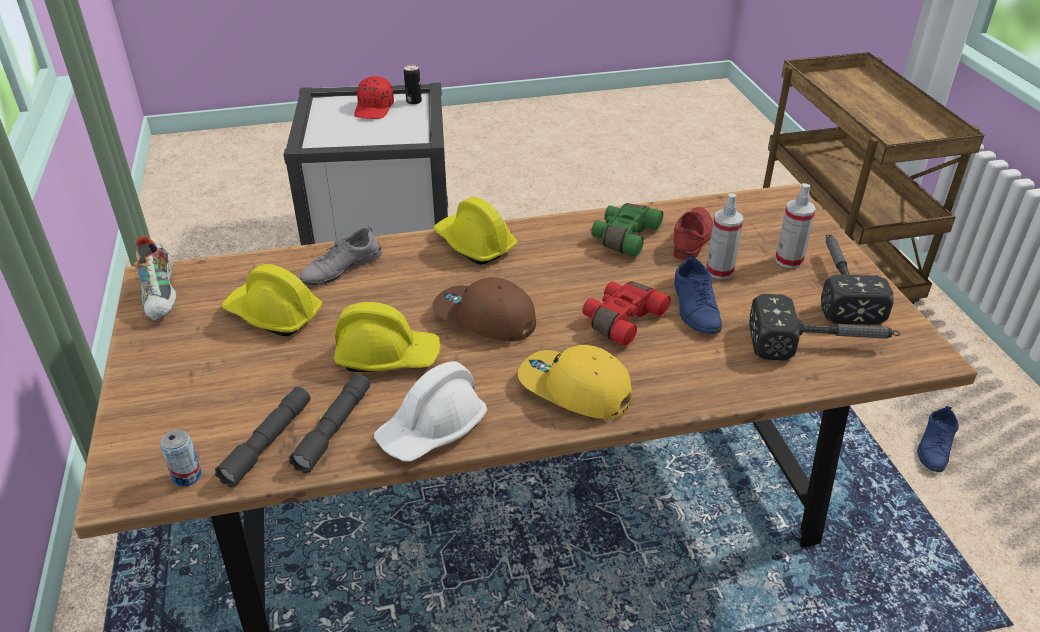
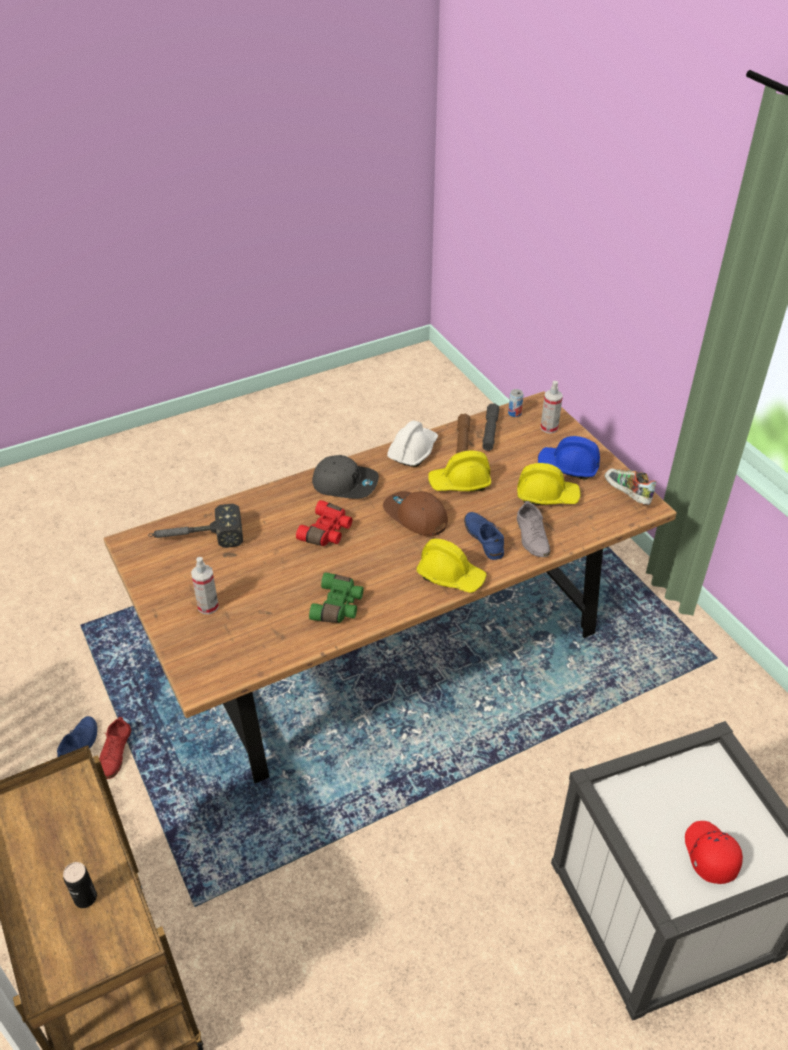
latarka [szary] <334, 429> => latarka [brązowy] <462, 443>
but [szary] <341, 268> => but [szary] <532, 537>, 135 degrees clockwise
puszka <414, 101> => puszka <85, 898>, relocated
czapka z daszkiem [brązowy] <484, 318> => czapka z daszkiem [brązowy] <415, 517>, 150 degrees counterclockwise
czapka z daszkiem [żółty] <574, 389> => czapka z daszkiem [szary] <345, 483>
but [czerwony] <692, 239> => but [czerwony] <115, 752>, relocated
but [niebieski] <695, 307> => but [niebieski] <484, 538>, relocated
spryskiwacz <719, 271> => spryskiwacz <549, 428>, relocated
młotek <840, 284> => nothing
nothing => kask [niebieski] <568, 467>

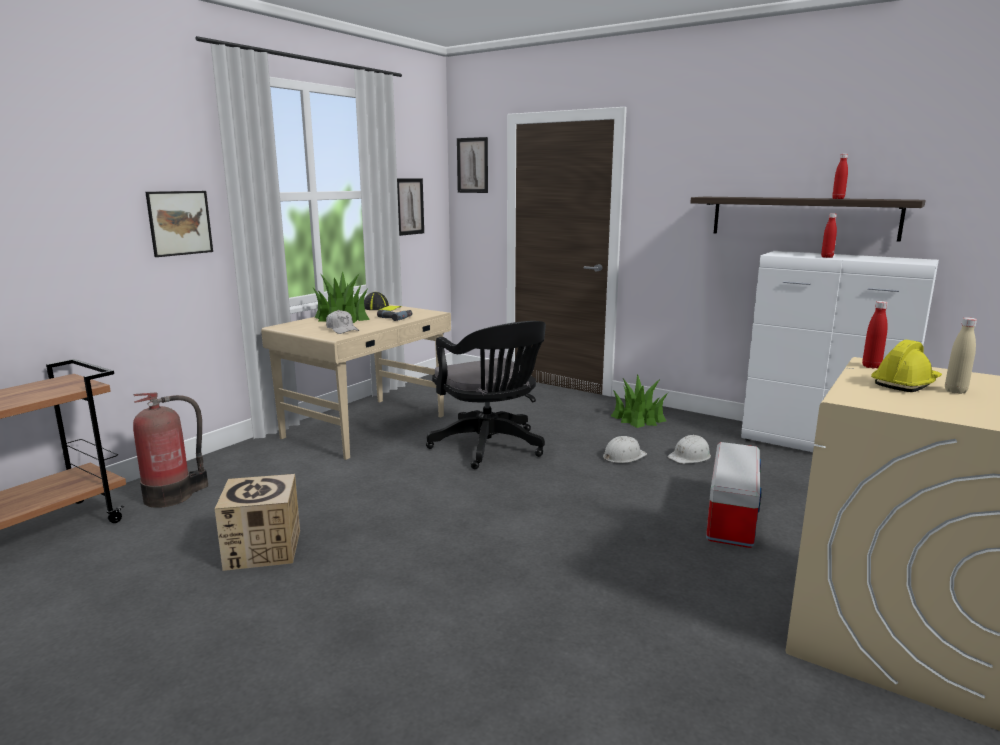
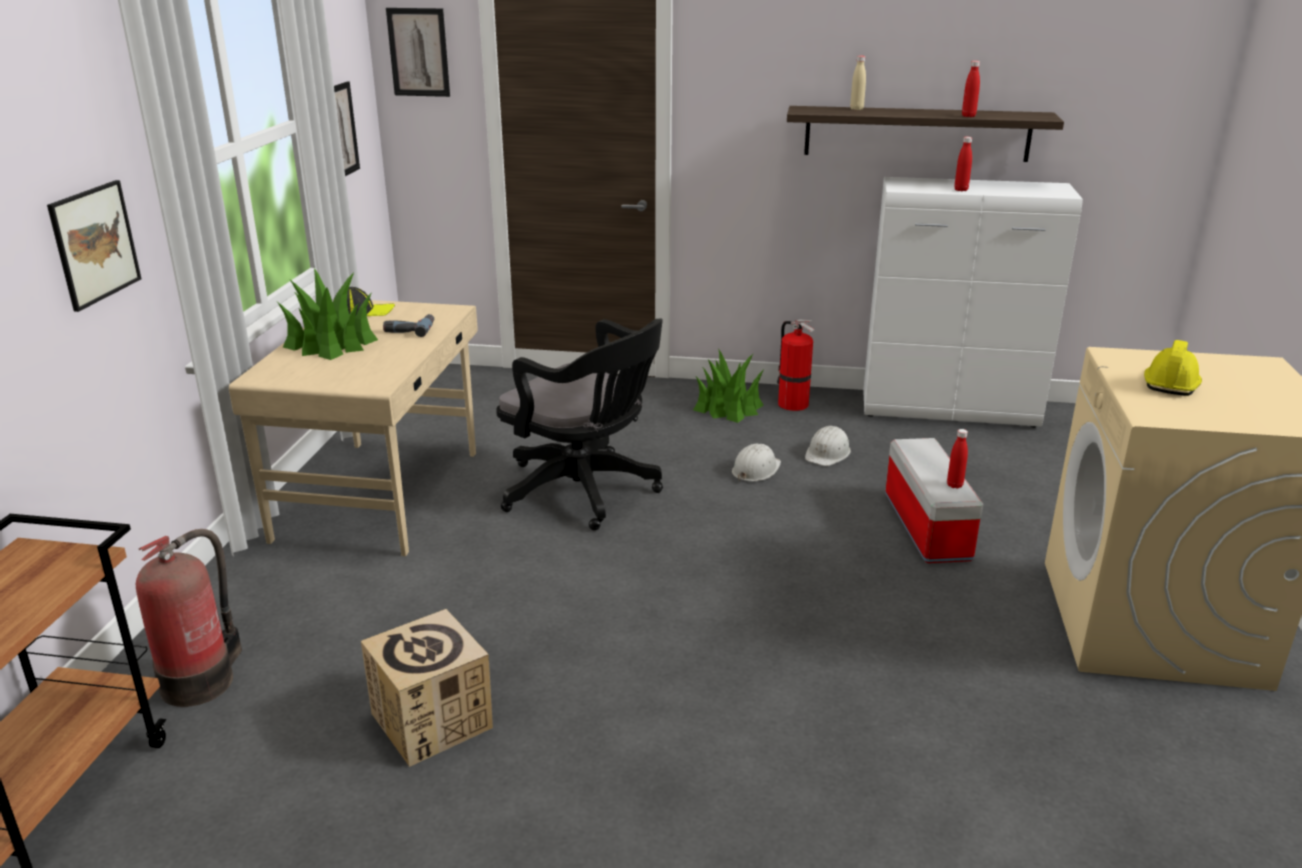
czapka z daszkiem [biały] <342, 329> => nothing
butelka [czerwony] <871, 366> => butelka [czerwony] <954, 485>, relocated
butelka [beżowy] <955, 391> => butelka [beżowy] <856, 109>, relocated
nothing => gaśnica <791, 403>

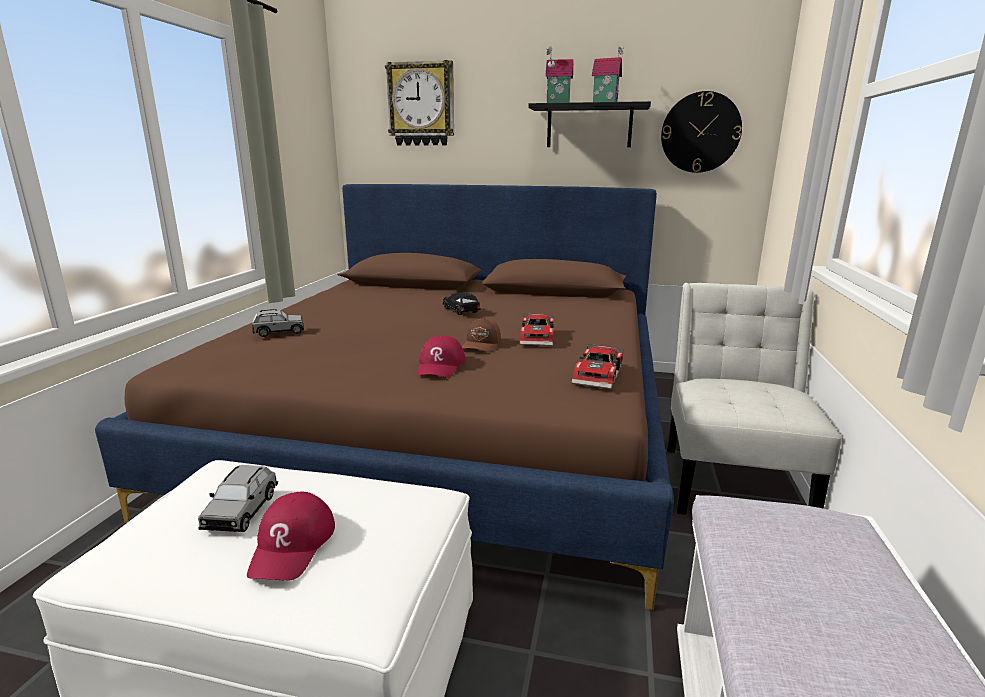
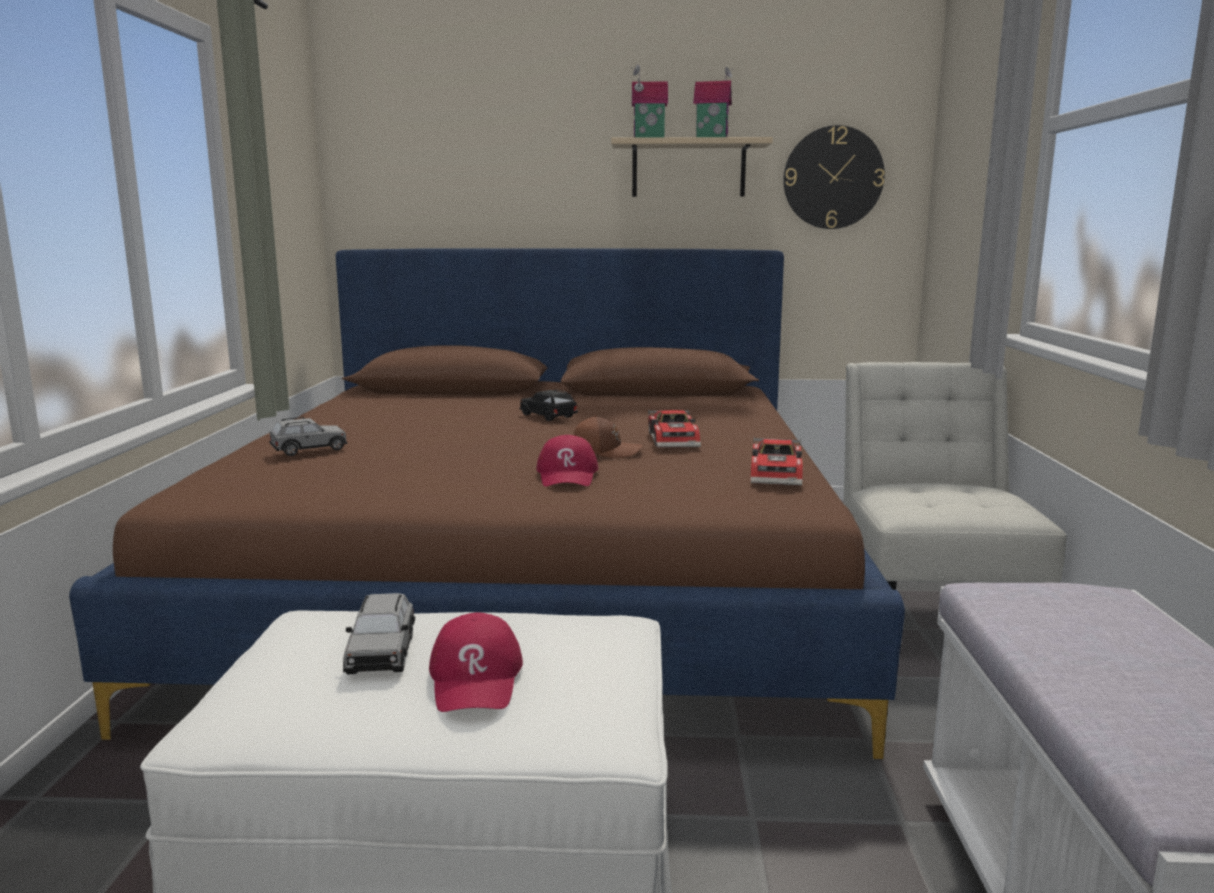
zegar ścienny <421, 104> => nothing
czapka z daszkiem [brązowy] <482, 345> => czapka z daszkiem [brązowy] <605, 451>, 90 degrees counterclockwise
półka [czarny] <589, 126> => półka [beżowy] <688, 169>

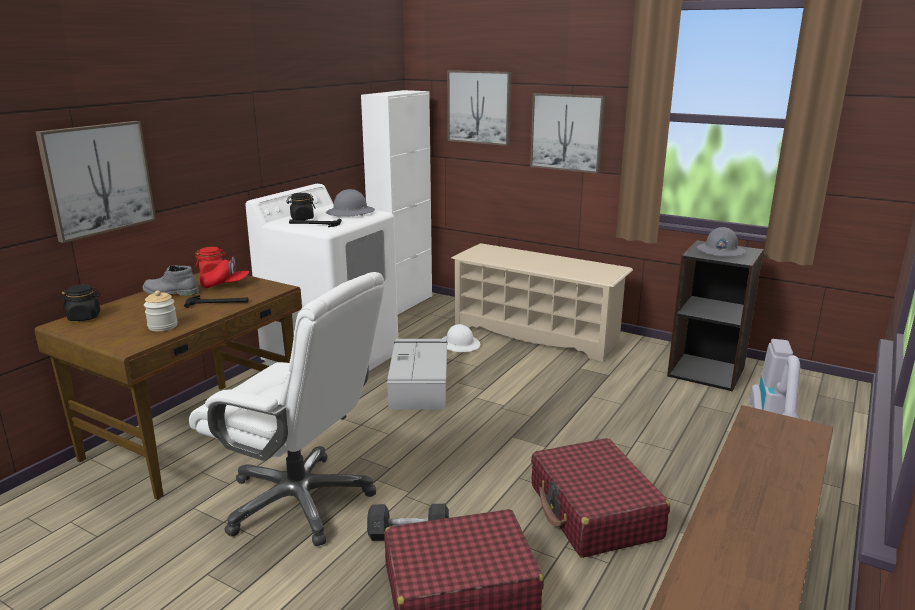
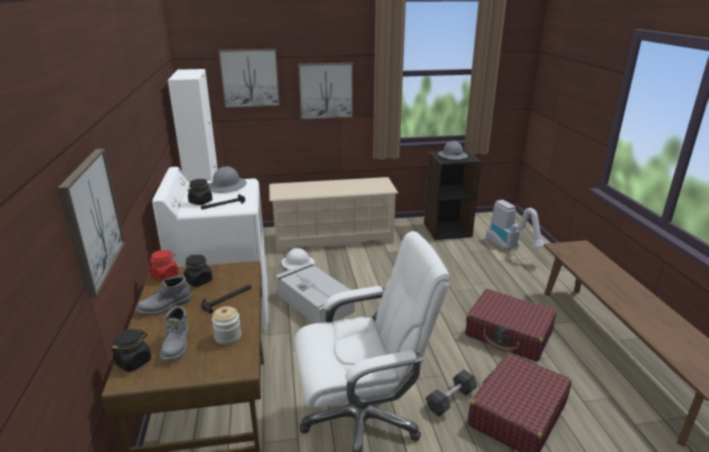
czapka z daszkiem [czerwony] <225, 285> => słoik [czarny] <199, 281>
nothing => but z cholewką [szary] <177, 345>

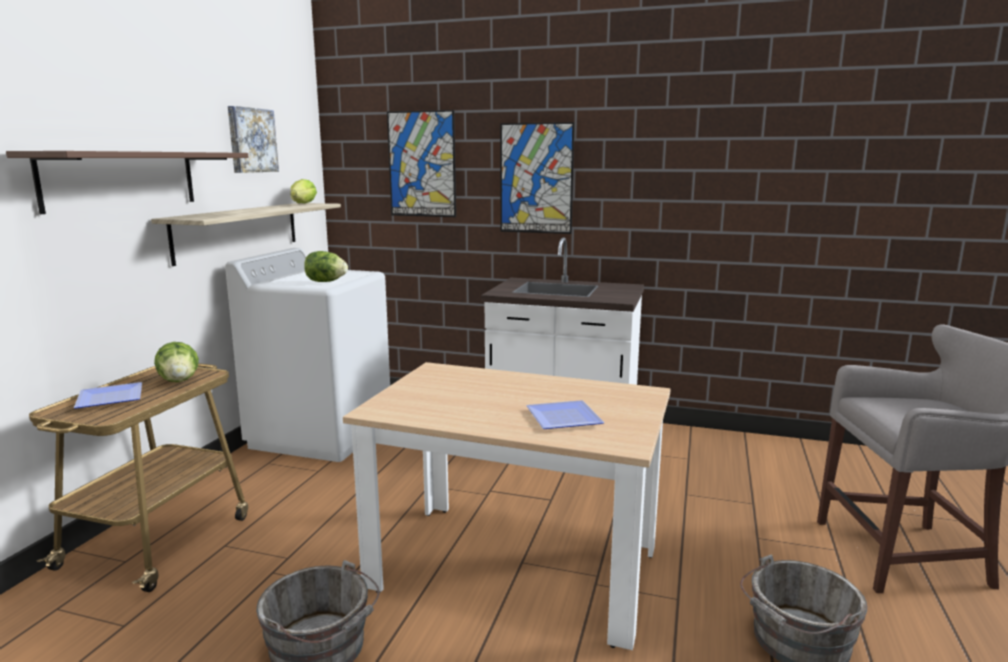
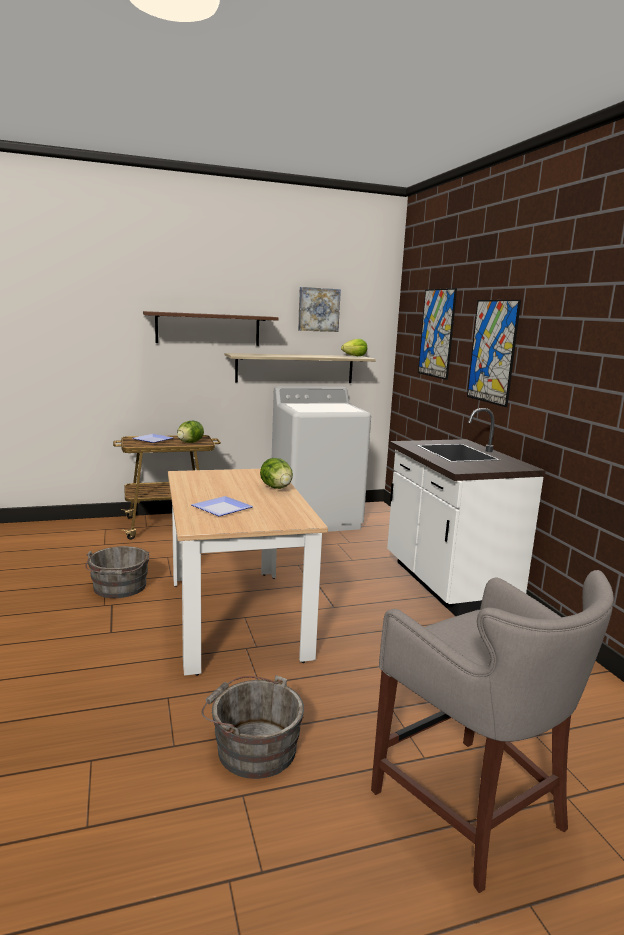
sałata <326, 282> => sałata <276, 488>, relocated

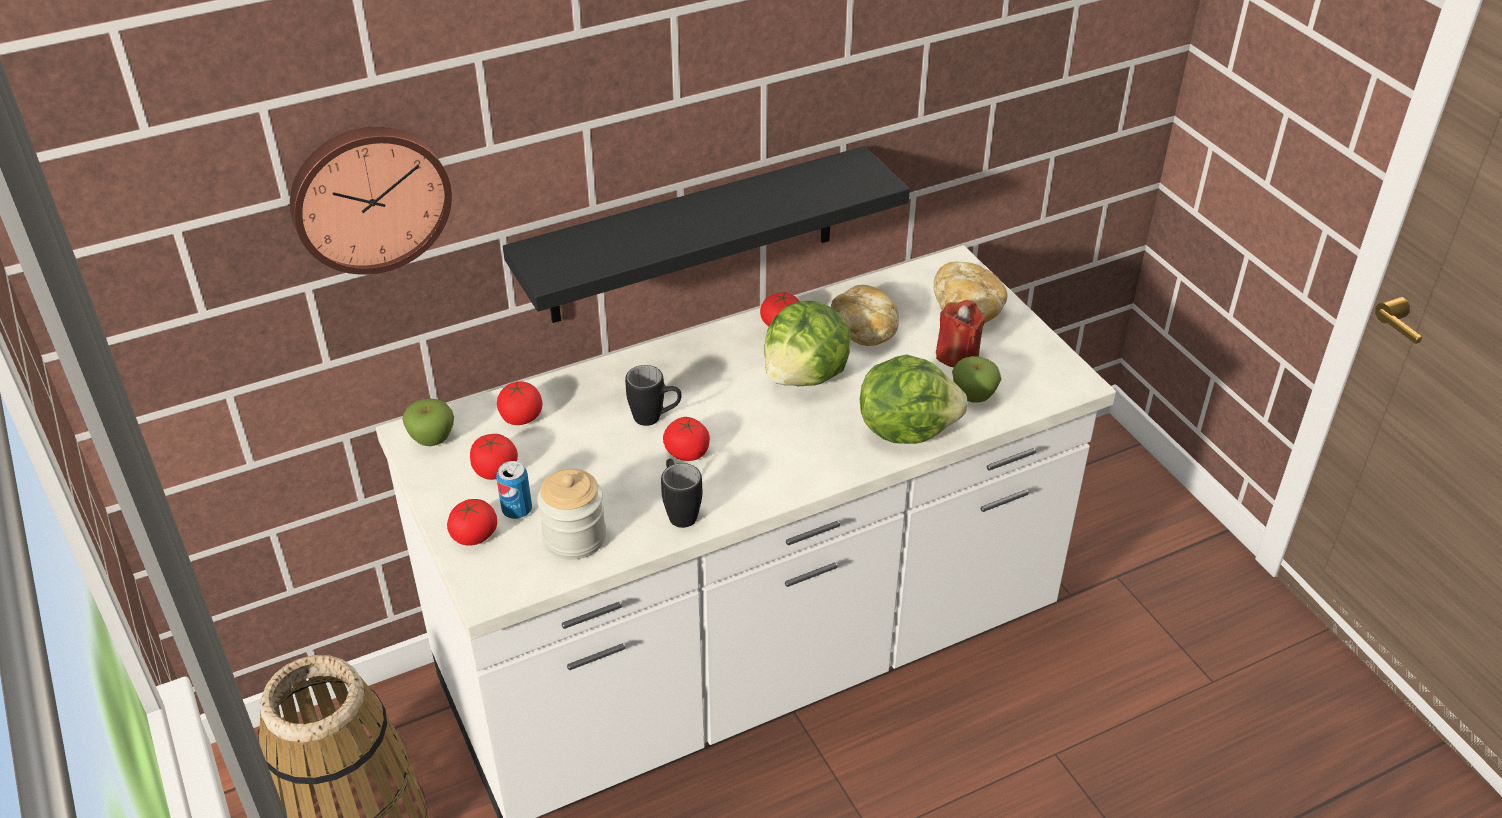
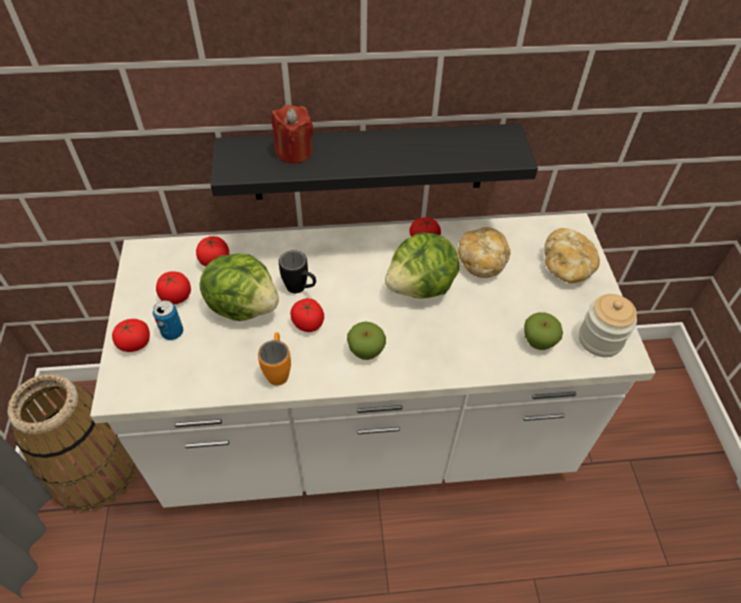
zegar ścienny <369, 197> => nothing
jabłko <432, 439> => jabłko <366, 351>, relocated
słoik <574, 537> => słoik <600, 339>, relocated
kubek [czarny] <679, 511> => kubek [pomarańczowy] <278, 370>
sałata <906, 428> => sałata <244, 305>, relocated
świeca [czerwony] <957, 355> => świeca [czerwony] <294, 152>, relocated

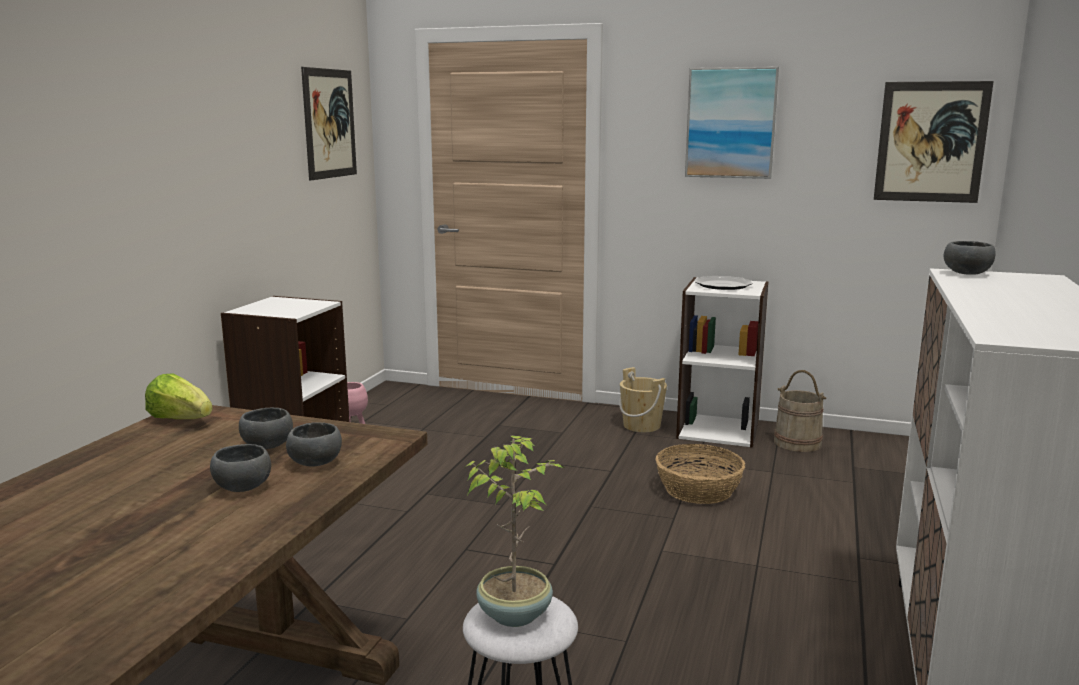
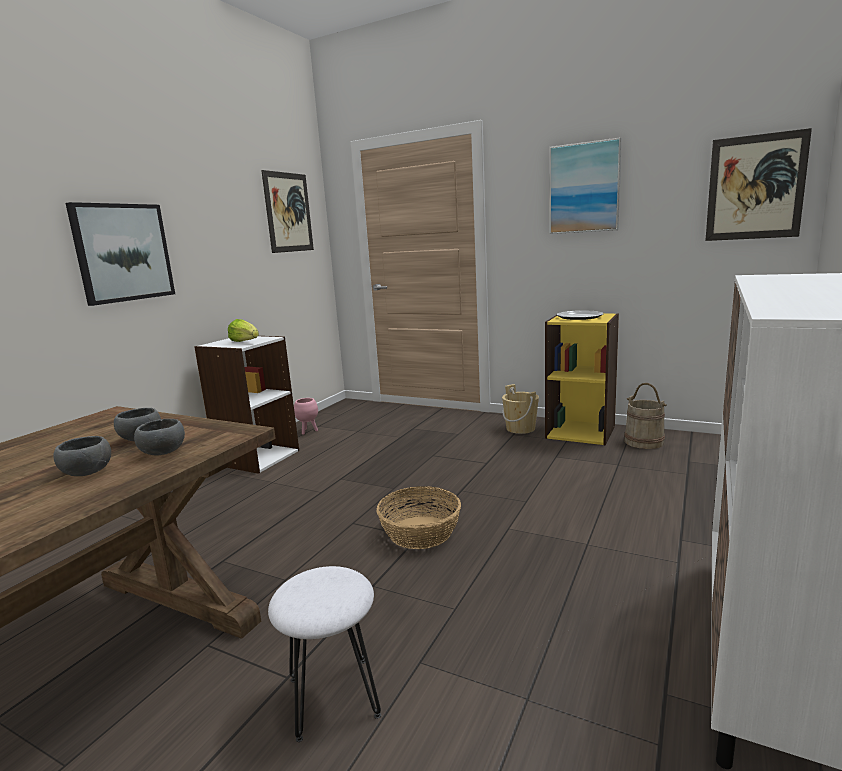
sałata <181, 420> => sałata <245, 342>, relocated
roślina doniczkowa <515, 613> => nothing
koszyk <698, 490> => koszyk <420, 532>, relocated
regał [biały] <718, 430> => regał [żółty] <581, 431>
miska [szary] <967, 274> => nothing
nothing => obraz <123, 252>

